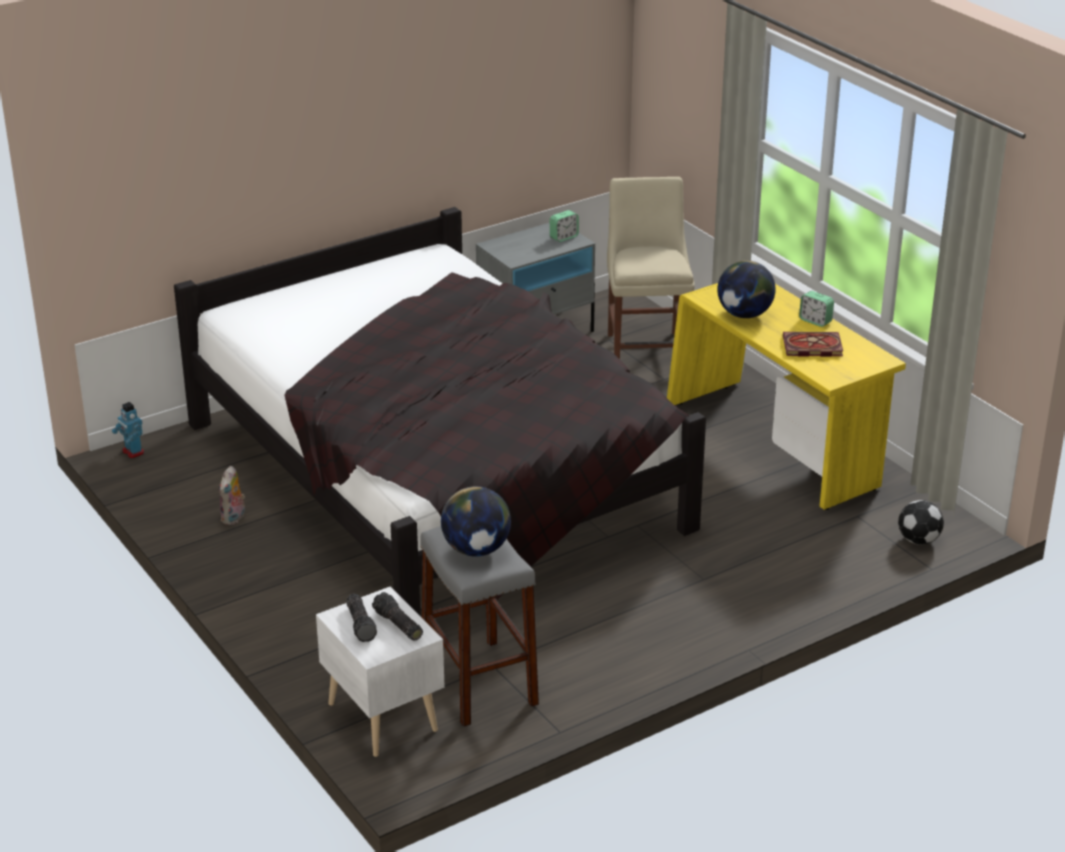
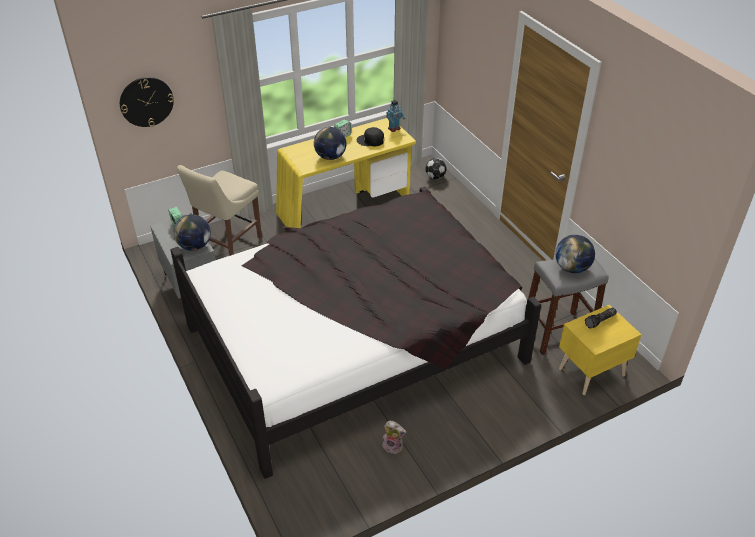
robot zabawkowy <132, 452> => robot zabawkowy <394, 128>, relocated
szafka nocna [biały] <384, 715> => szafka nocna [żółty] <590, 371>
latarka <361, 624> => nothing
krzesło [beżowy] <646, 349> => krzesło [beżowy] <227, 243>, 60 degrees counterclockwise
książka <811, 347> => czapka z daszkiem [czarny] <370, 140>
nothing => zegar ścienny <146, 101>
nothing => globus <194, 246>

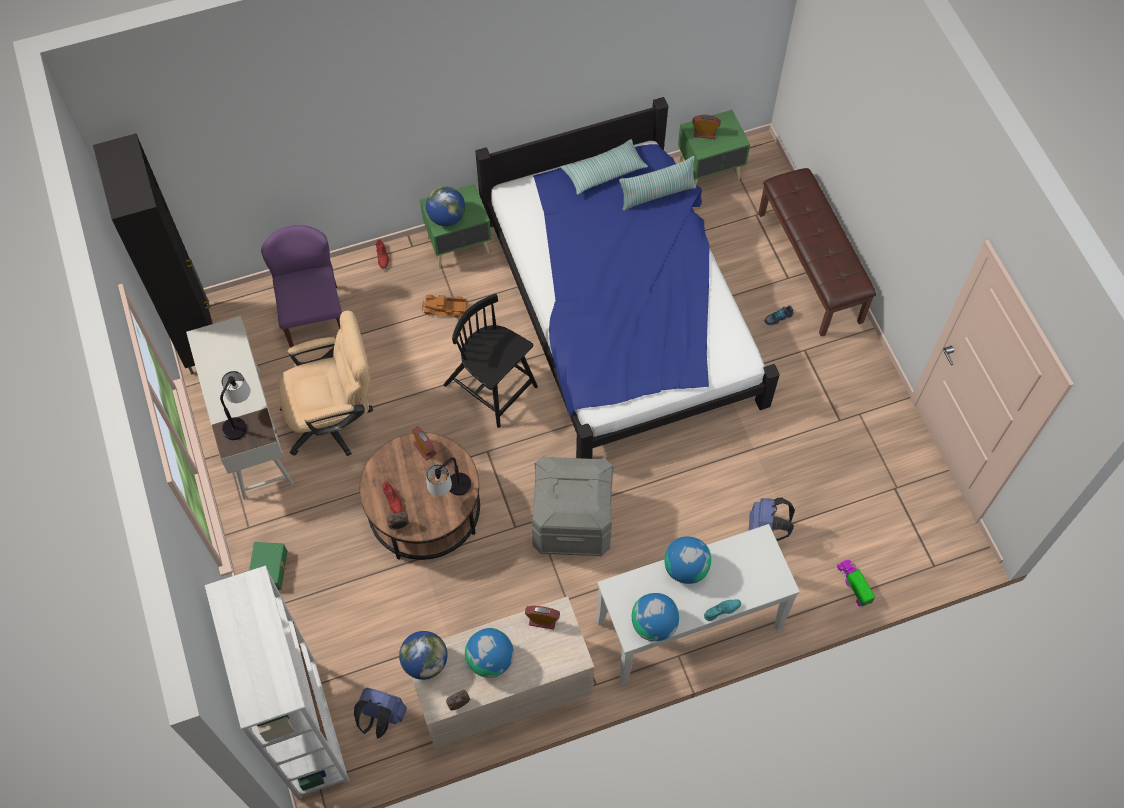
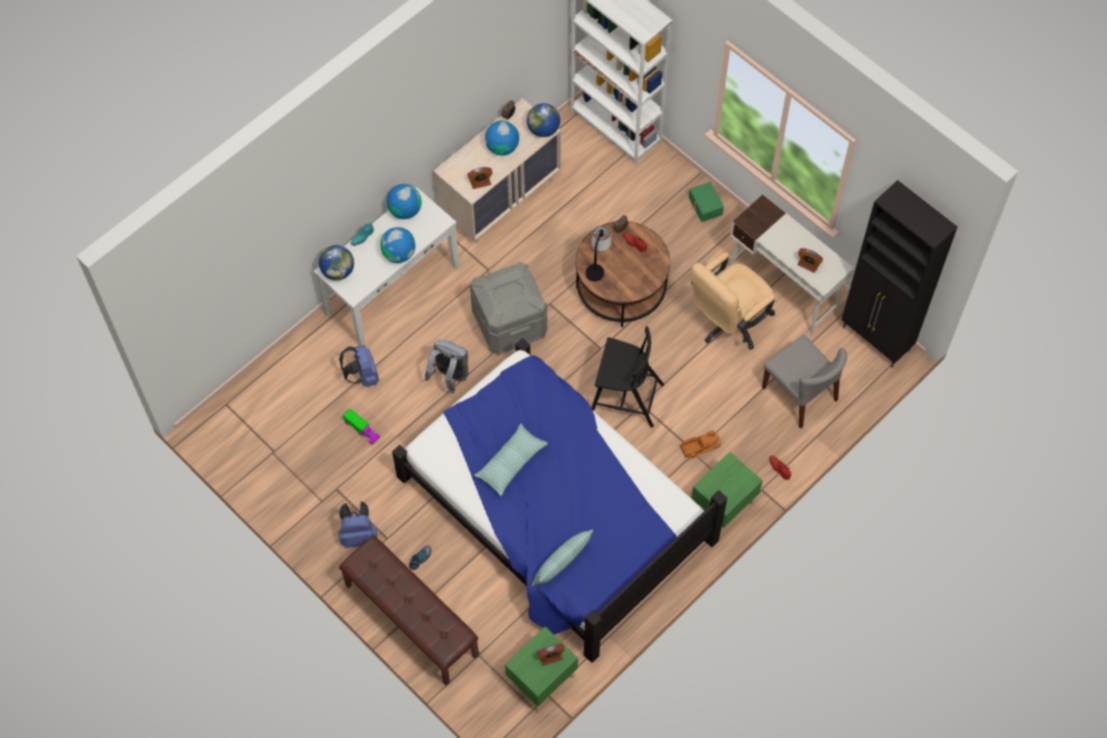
lampa stołowa <239, 419> => nothing
krzesło [fioletowy] <313, 317> => krzesło [szary] <800, 394>
plecak [niebieski] <381, 717> => plecak [niebieski] <359, 535>, relocated
budzik <425, 448> => budzik <808, 265>, relocated
globus <447, 217> => globus <338, 271>, relocated
poduszka <604, 172> => poduszka <511, 463>, relocated
ciężarówka zabawkowa <854, 584> => ciężarówka zabawkowa <362, 429>, relocated
nothing => plecak [szary] <449, 377>

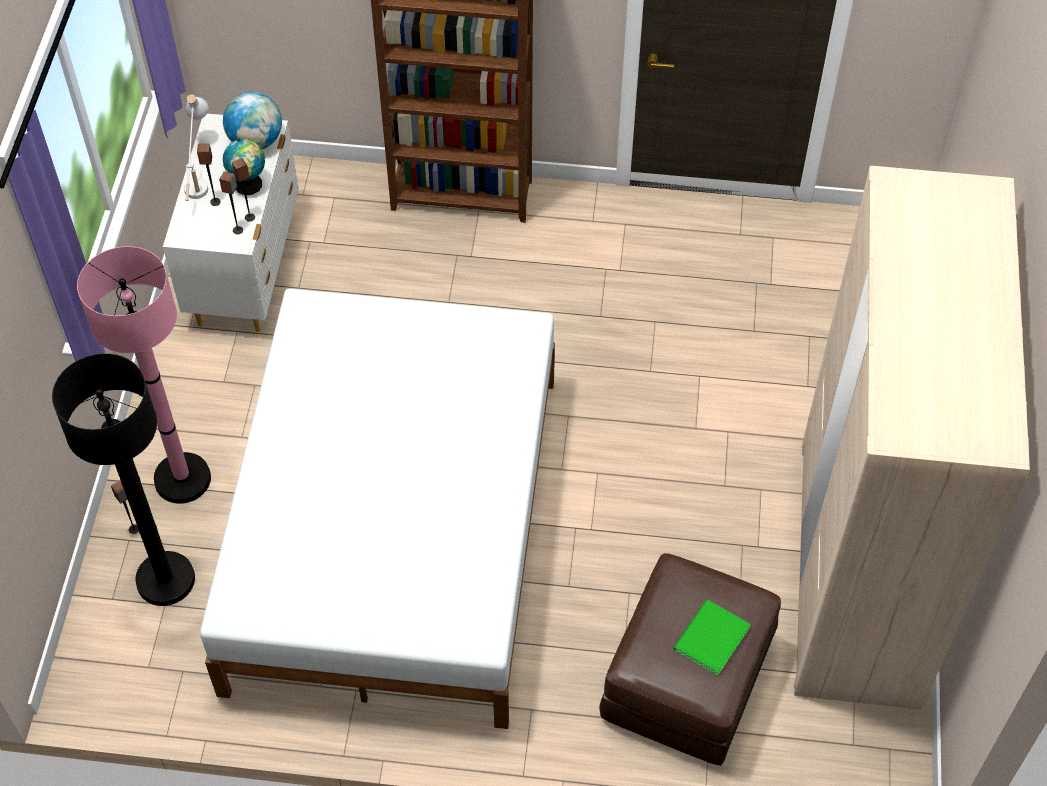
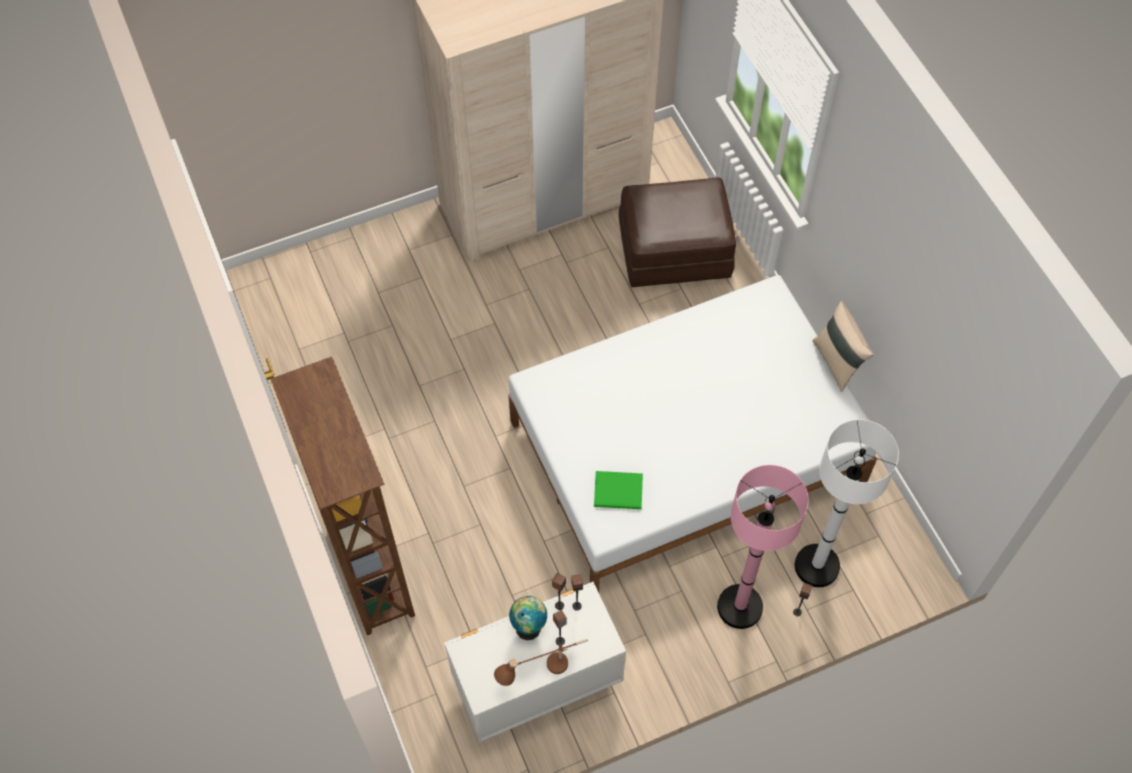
lampa stojąca [czarny] <165, 579> => lampa stojąca [biały] <816, 566>
lampa stołowa [biały] <198, 176> => lampa stołowa [brązowy] <543, 671>
globus <256, 141> => nothing
książka [zielony] <709, 639> => książka [zielony] <619, 492>, relocated
nothing => poduszka [beżowy] <837, 362>

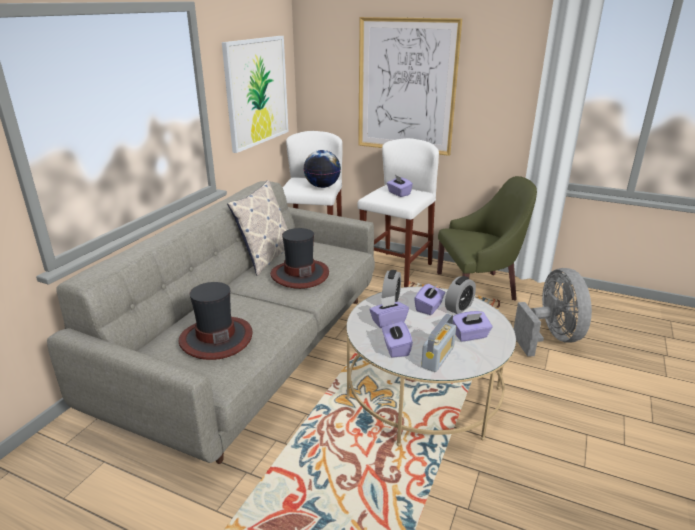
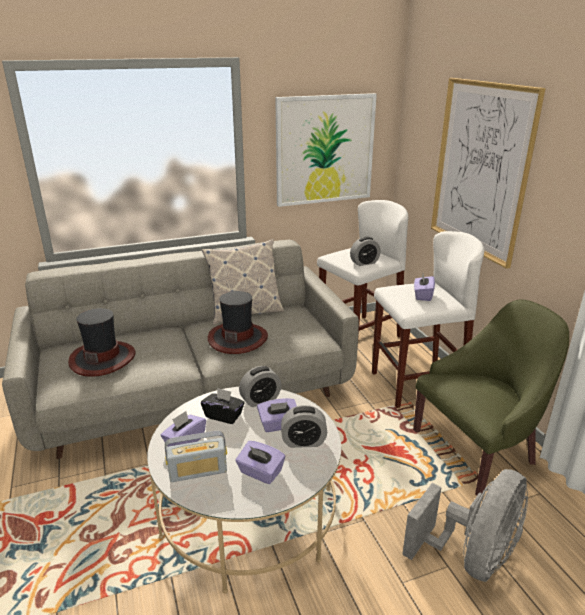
globus <322, 186> => budzik <364, 263>
pudełko chusteczek [fioletowy] <388, 321> => pudełko chusteczek [czarny] <224, 415>
fotel [zielony] <478, 288> => fotel [zielony] <477, 449>, 60 degrees counterclockwise

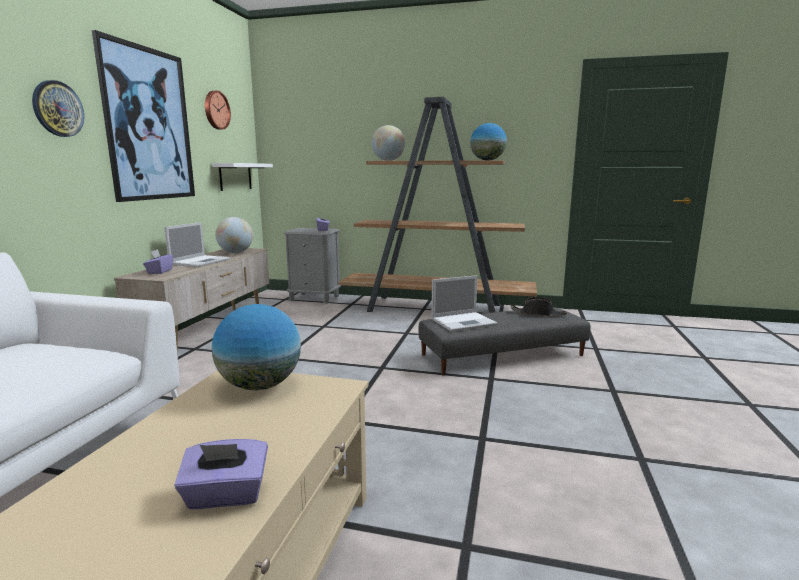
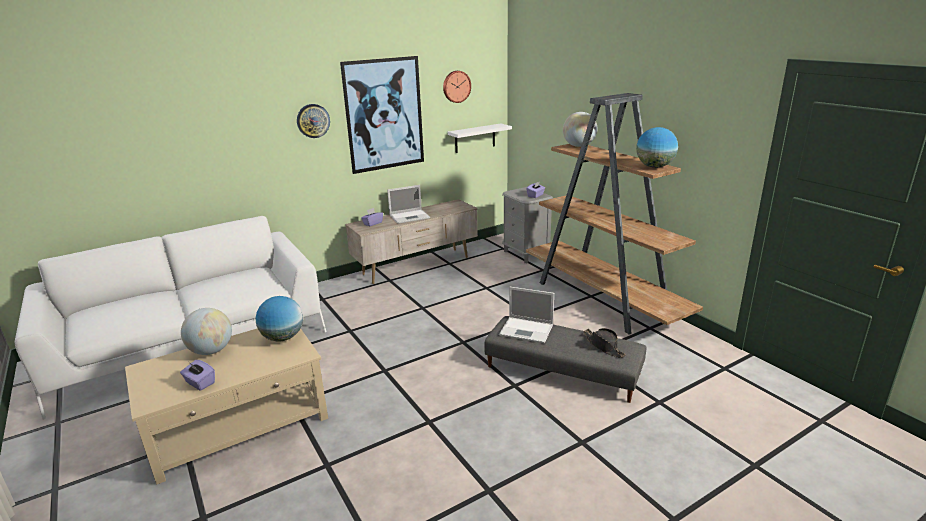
globus <235, 252> => globus <211, 351>, relocated

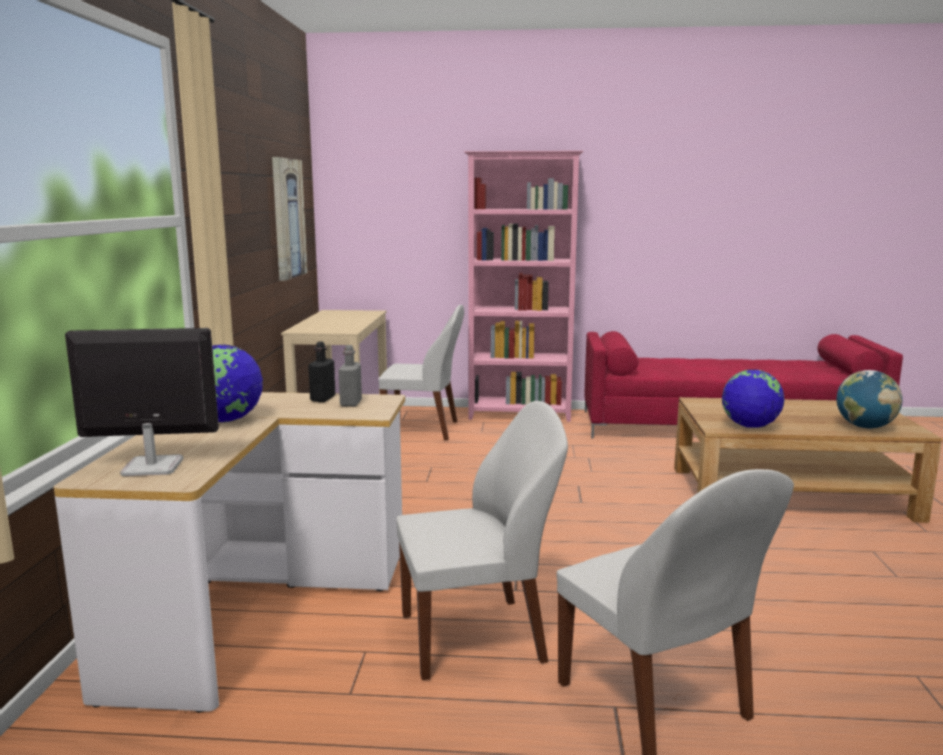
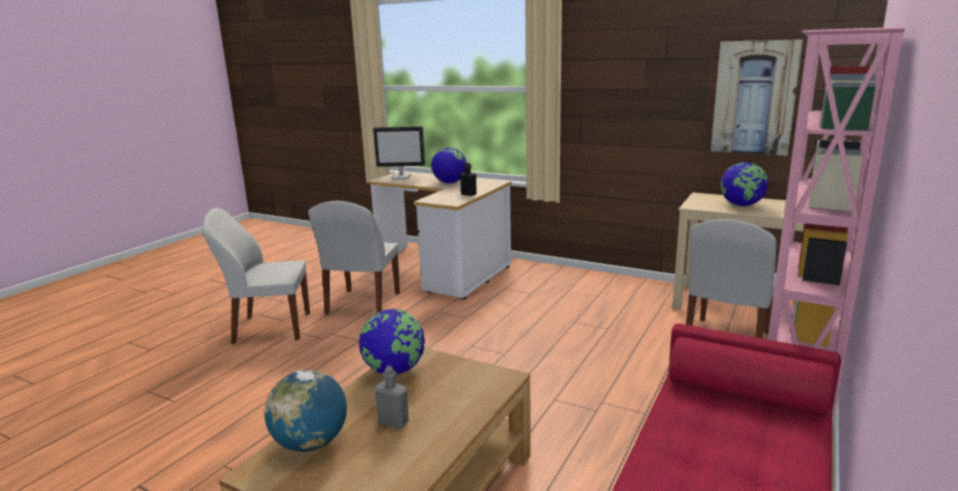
monitor <151, 467> => monitor <401, 177>, 75 degrees clockwise
butelka [szary] <351, 403> => butelka [szary] <393, 422>, relocated
nothing => globus <741, 205>

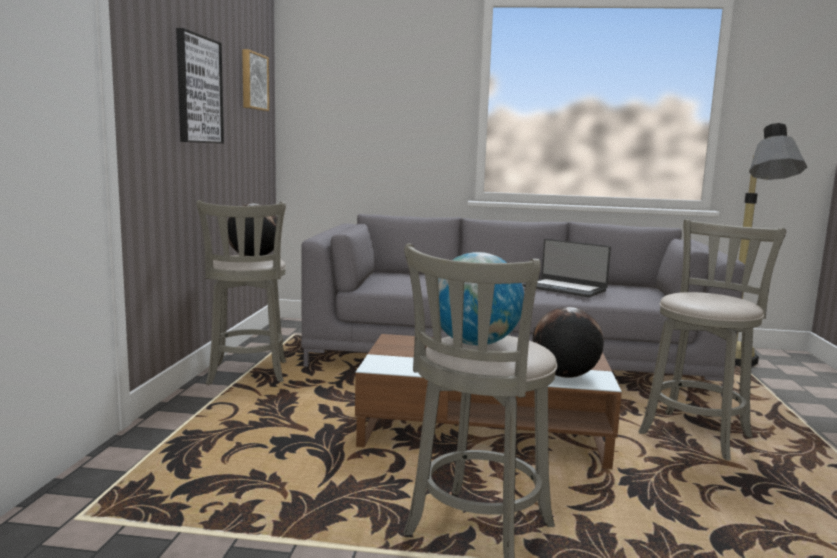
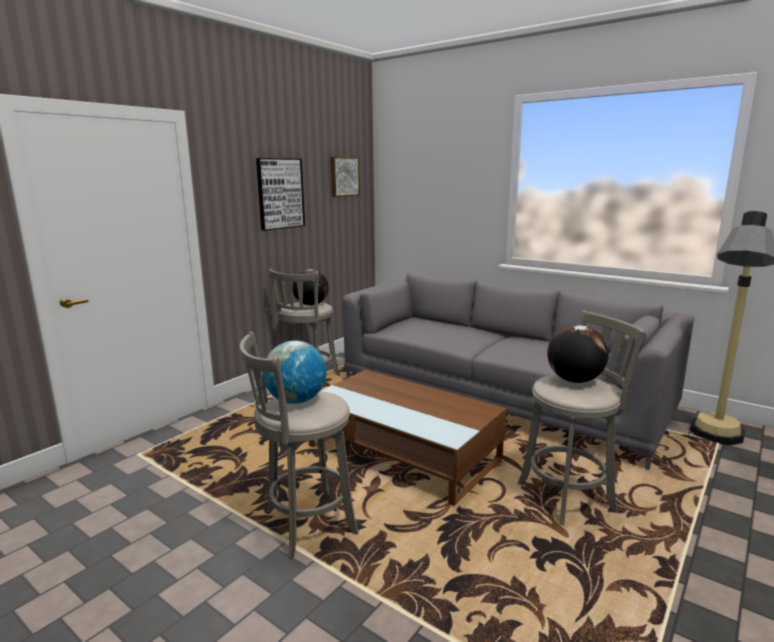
laptop <565, 288> => nothing
globus <564, 376> => globus <574, 380>, relocated

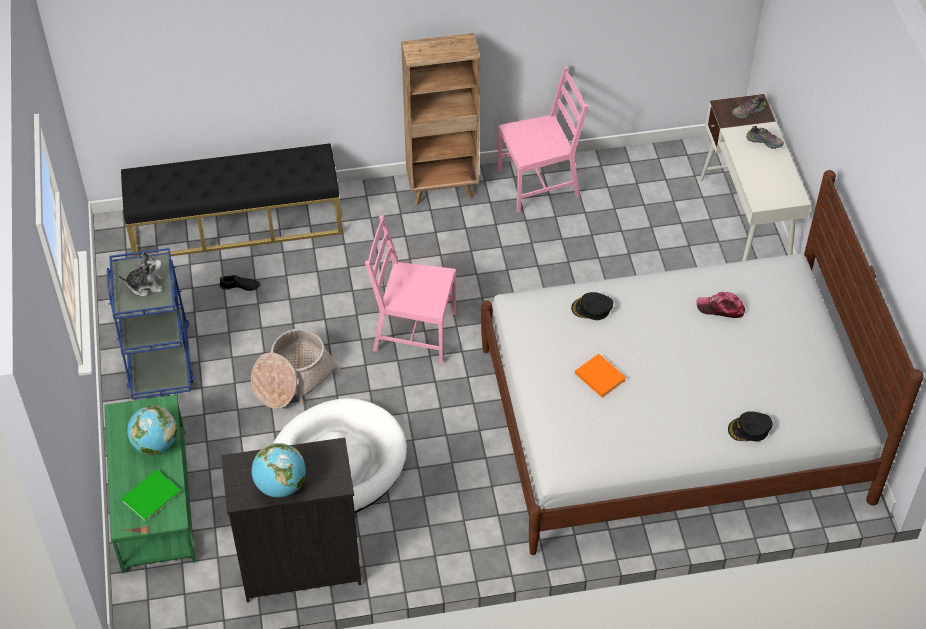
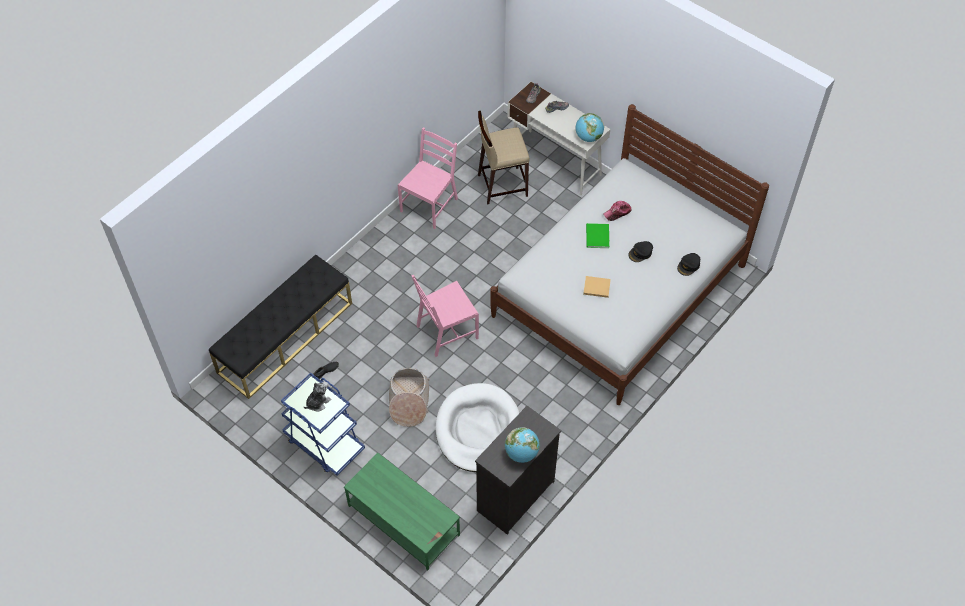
książka [zielony] <149, 497> => książka [zielony] <596, 237>, relocated
globus <155, 444> => globus <588, 137>, relocated
regał [brązowy] <443, 188> => nothing
czapka z daszkiem [czarny] <592, 309> => czapka z daszkiem [czarny] <640, 253>, relocated
książka [pomarańczowy] <599, 376> => książka [beżowy] <596, 287>
nothing => stołek [beżowy] <502, 185>

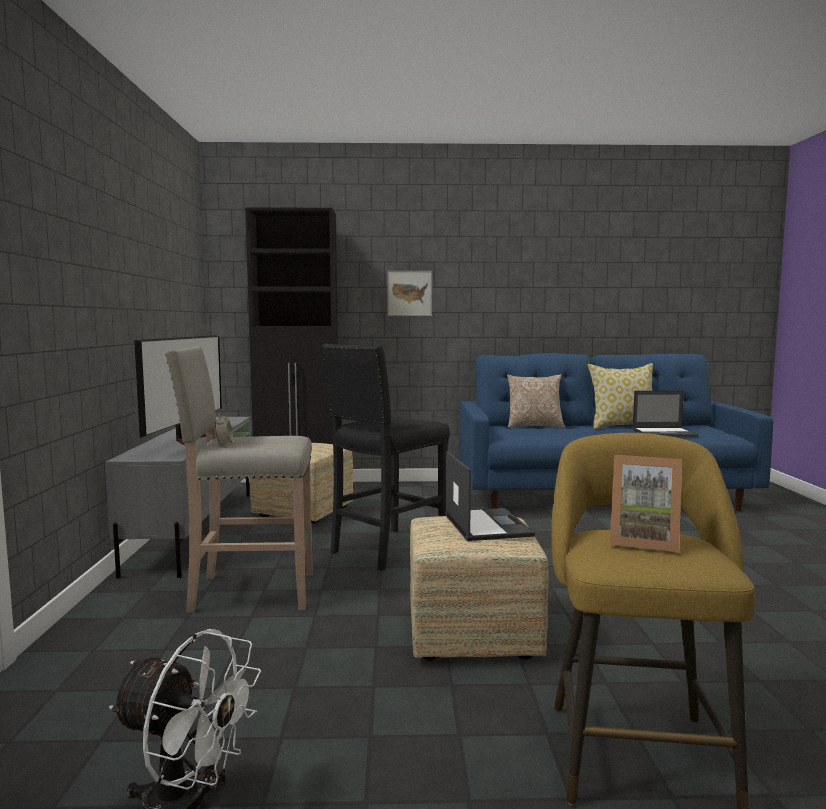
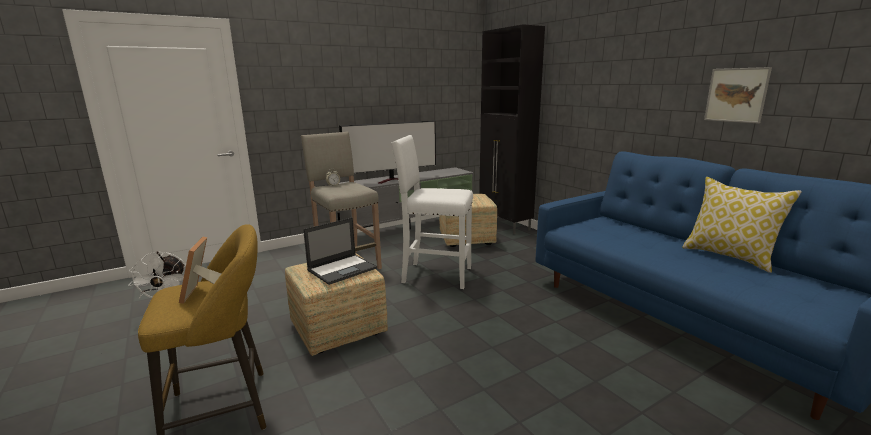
stołek [czarny] <386, 549> => stołek [biały] <435, 275>
obraz <409, 293> => obraz <736, 95>, relocated
poduszka <534, 426> => nothing
laptop <664, 433> => nothing

